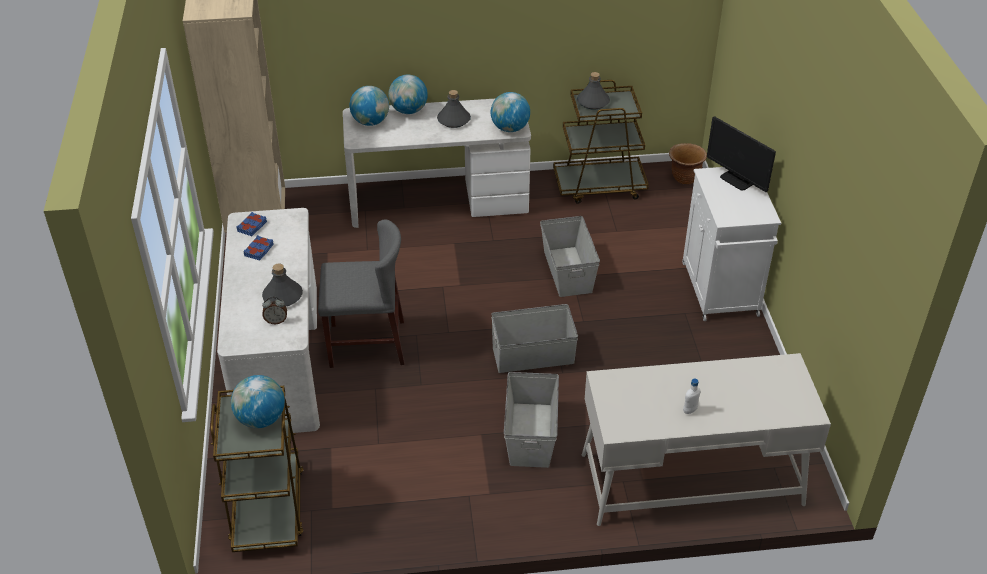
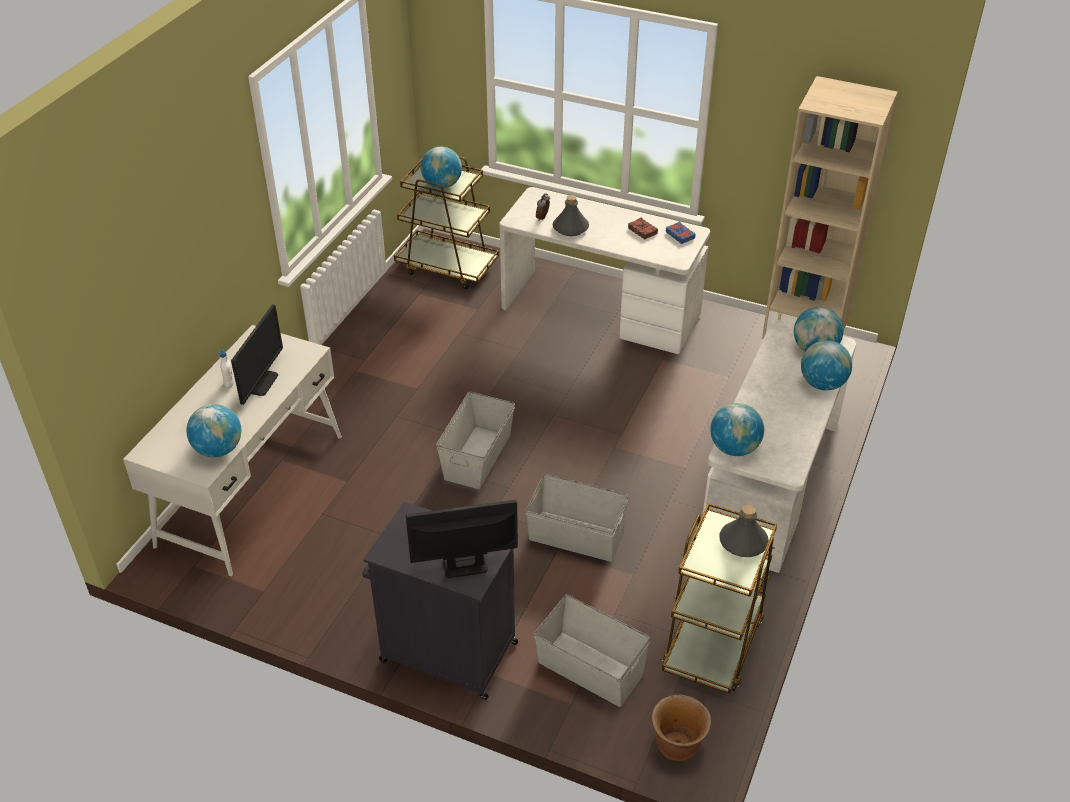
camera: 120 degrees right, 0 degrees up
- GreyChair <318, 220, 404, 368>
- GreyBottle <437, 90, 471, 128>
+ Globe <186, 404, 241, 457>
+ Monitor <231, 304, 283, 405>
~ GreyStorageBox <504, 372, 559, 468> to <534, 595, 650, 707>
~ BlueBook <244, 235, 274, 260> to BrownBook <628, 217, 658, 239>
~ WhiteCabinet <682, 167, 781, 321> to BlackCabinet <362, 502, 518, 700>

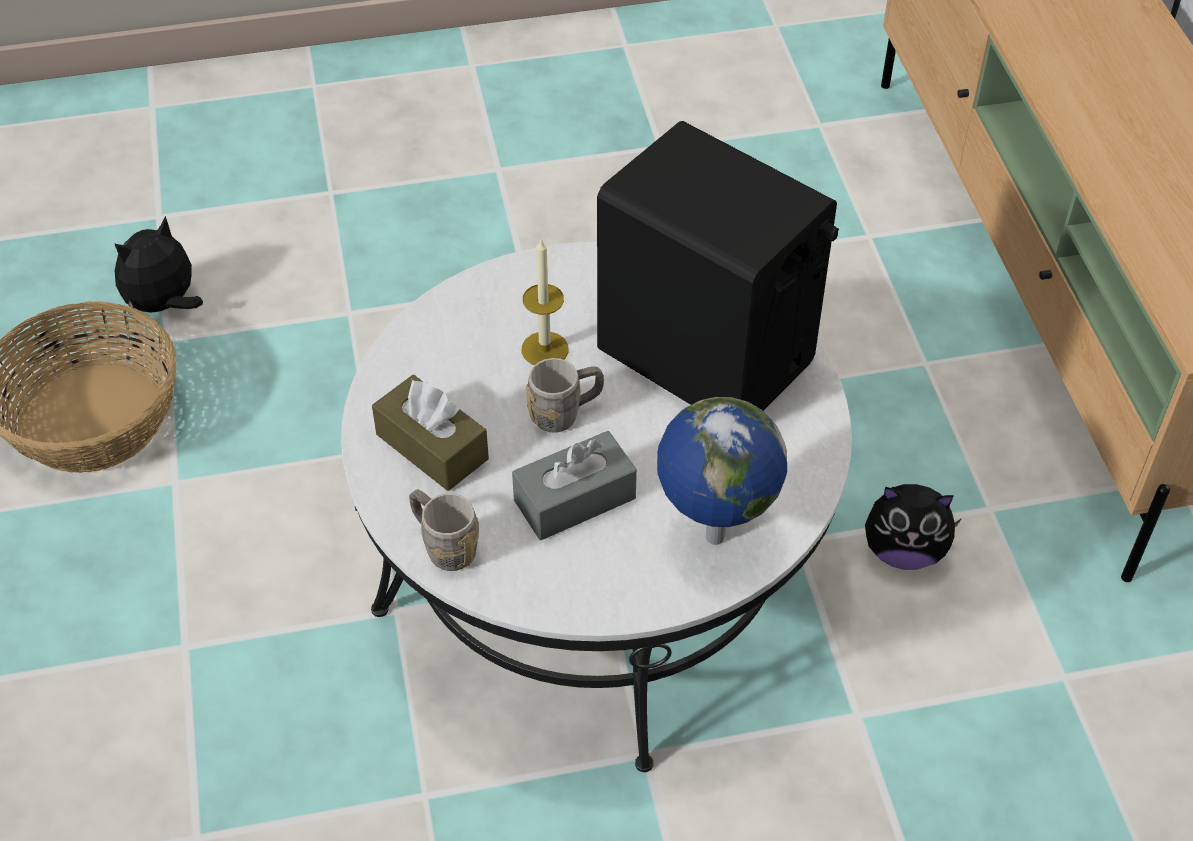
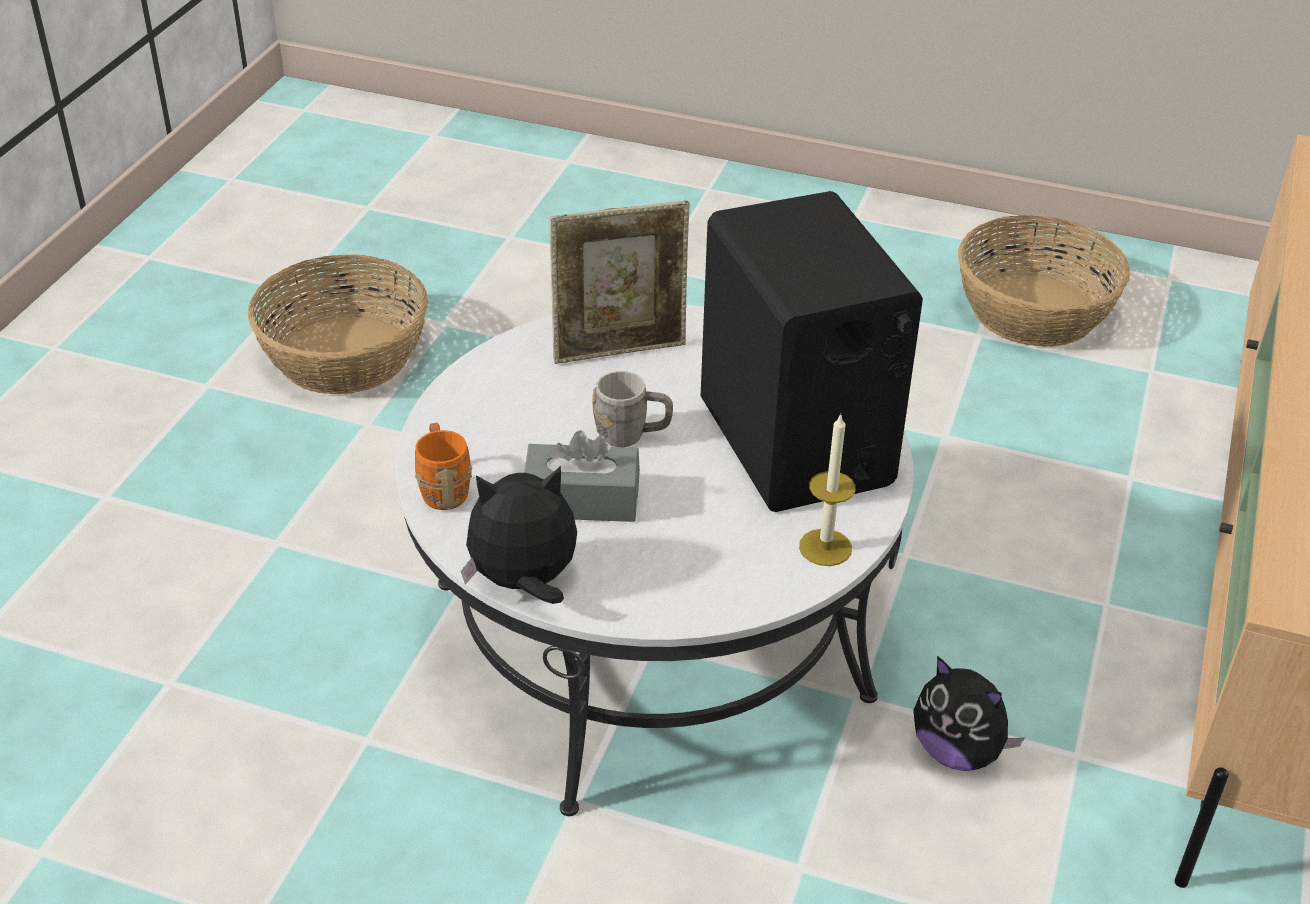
camera: 30 degrees right, 10 degrees down
- BrownTissueBox <372, 375, 489, 491>
- Globe <657, 397, 787, 545>
+ PictureFrame <550, 201, 690, 364>
+ Basket <958, 214, 1130, 347>
~ PlushToy <115, 216, 203, 320> to <461, 466, 577, 604>
~ Candle <522, 238, 568, 365> to <799, 414, 856, 566>
~ GreyMug <409, 490, 479, 571> to OrangeMug <415, 423, 472, 510>

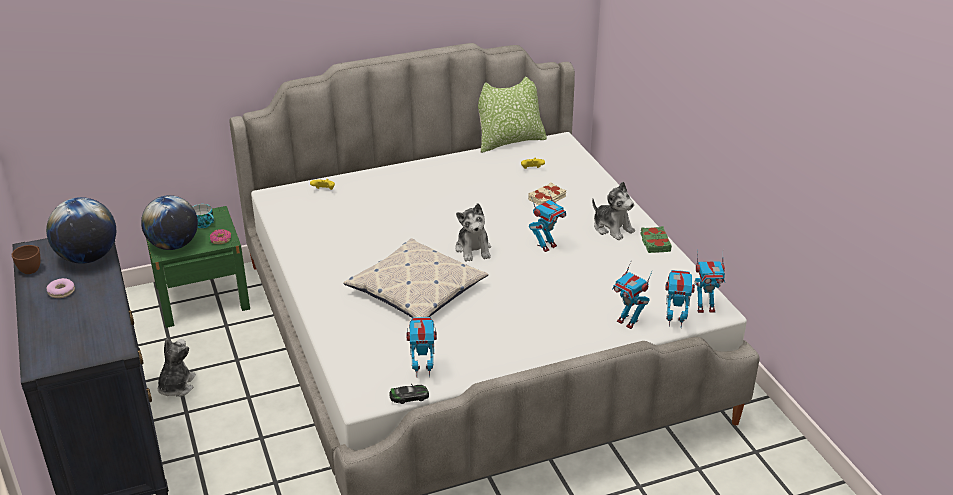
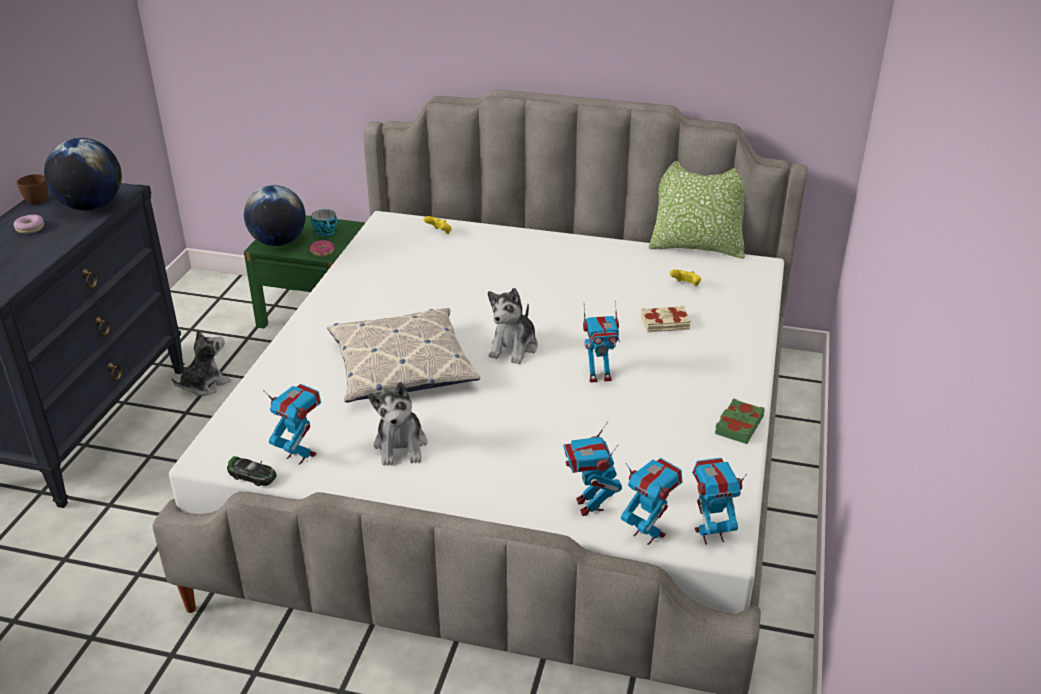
camera: 35 degrees right, 0 degrees up
~ PlushToy <592, 182, 635, 240> to <368, 382, 427, 465>
~ ToyRobot <695, 250, 725, 313> = <692, 458, 747, 545> 135 degrees clockwise

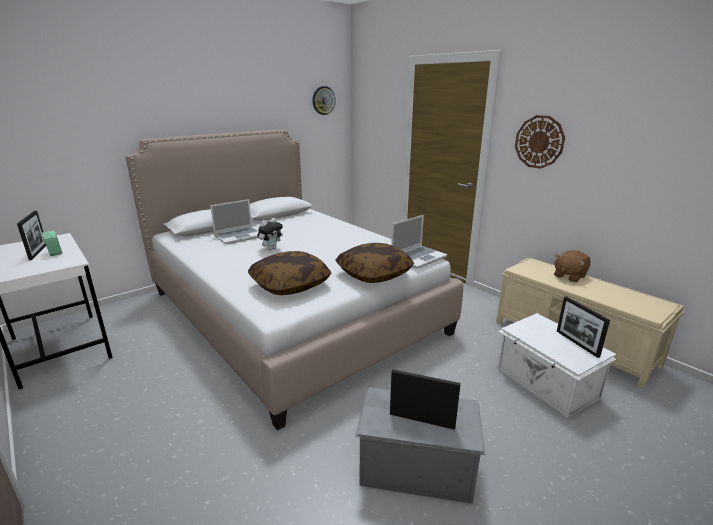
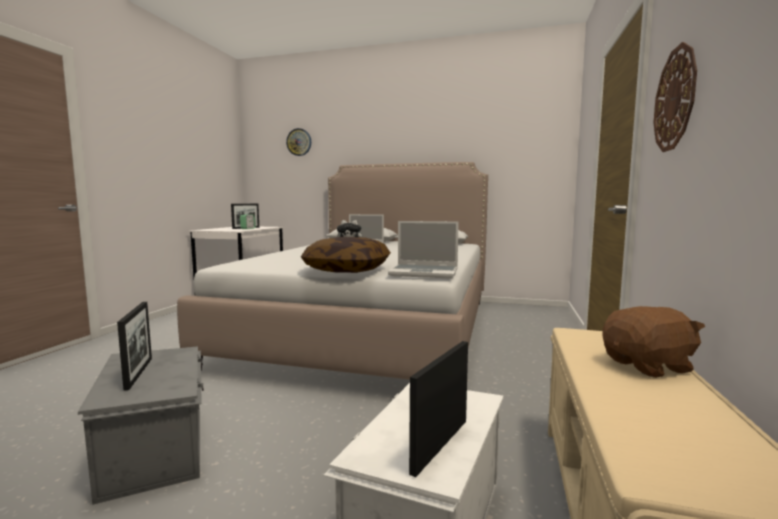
camera: 55 degrees right, 15 degrees down
- Pillow <248, 251, 331, 295>
~ WallClock <312, 86, 336, 115> to <286, 128, 311, 156>
~ BrownPlushToy <554, 250, 590, 282> = <603, 306, 705, 378> 150 degrees clockwise

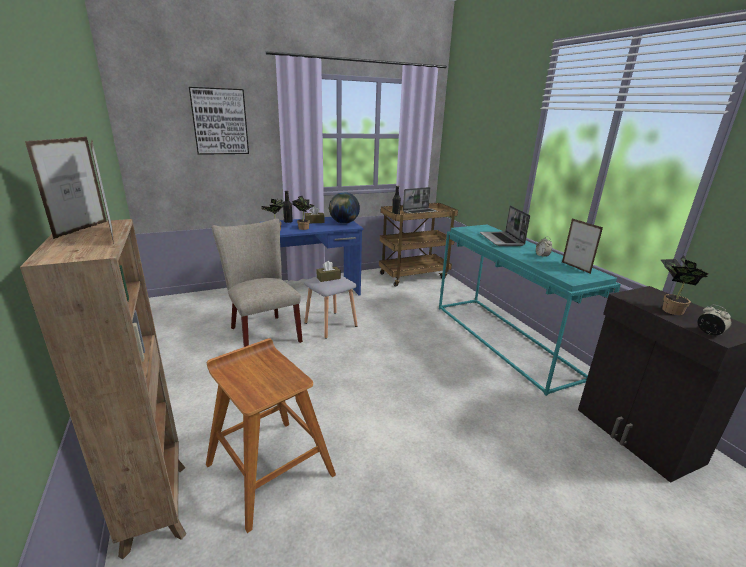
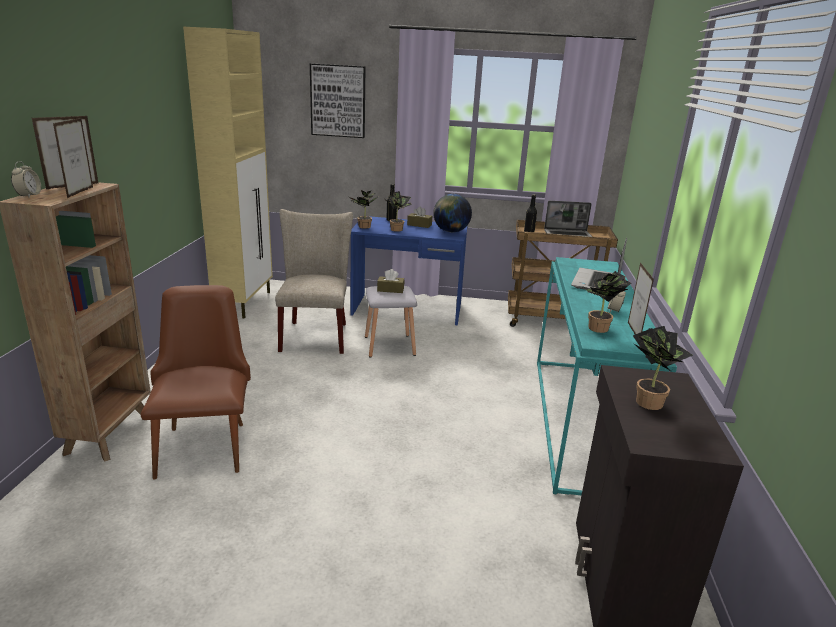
camera: 30 degrees right, 0 degrees up
+ BeigeCabinet <183, 27, 273, 318>
+ PottedPlant <582, 271, 631, 333>
~ AlarmClock <697, 305, 732, 336> to <11, 161, 41, 197>
~ BrownStool <206, 338, 336, 533> to BrownChair <141, 285, 251, 479>

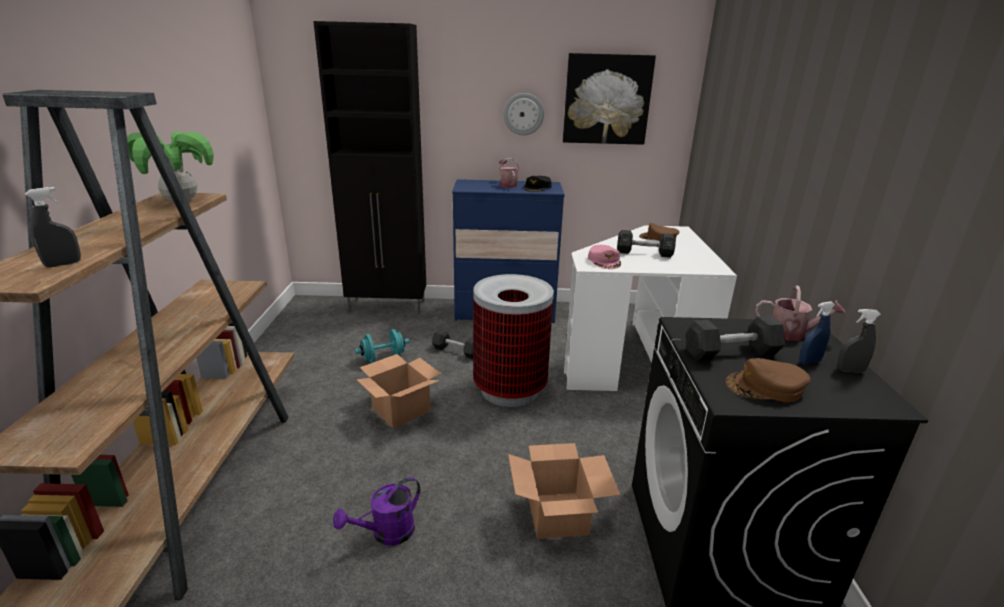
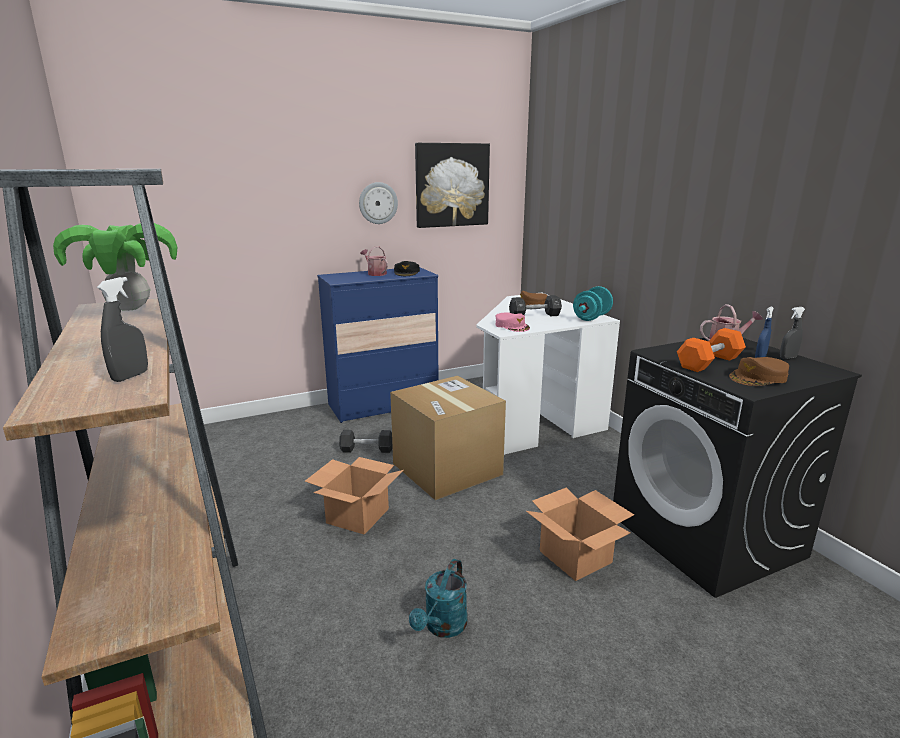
camera: 25 degrees left, 5 degrees down
- BlackCabinet <313, 21, 426, 314>
~ TurquoiseDumbbell <355, 329, 409, 363> to <573, 286, 613, 321>
~ TrashCan <473, 274, 554, 407> to CardboardBox <390, 376, 506, 500>
~ PurpleWateringCan <333, 477, 420, 546> to TurquoiseWateringCan <409, 559, 468, 638>
~ BlackDumbbell <685, 315, 785, 361> to OrangeDumbbell <677, 328, 746, 372>

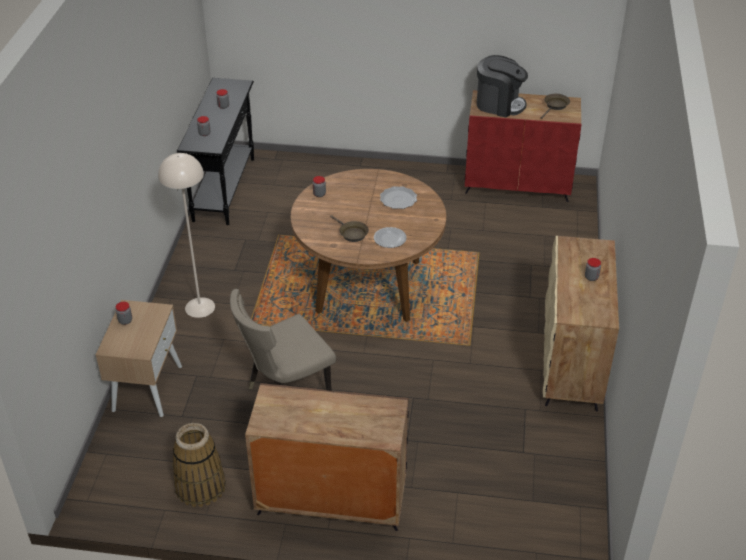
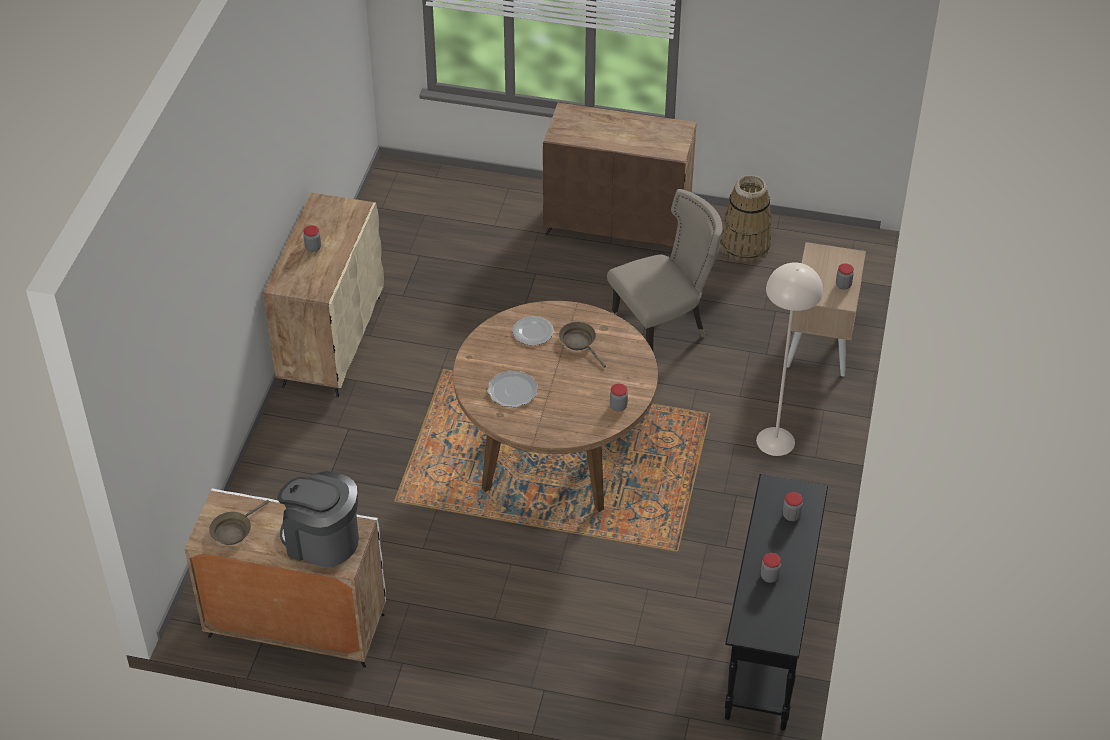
camera: 175 degrees left, 5 degrees up
~ RedCabinet <465, 90, 581, 202> to WhiteCabinet <184, 488, 386, 668>

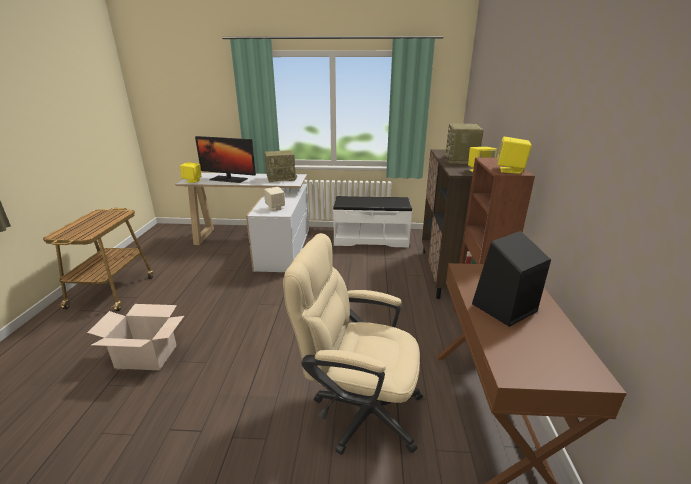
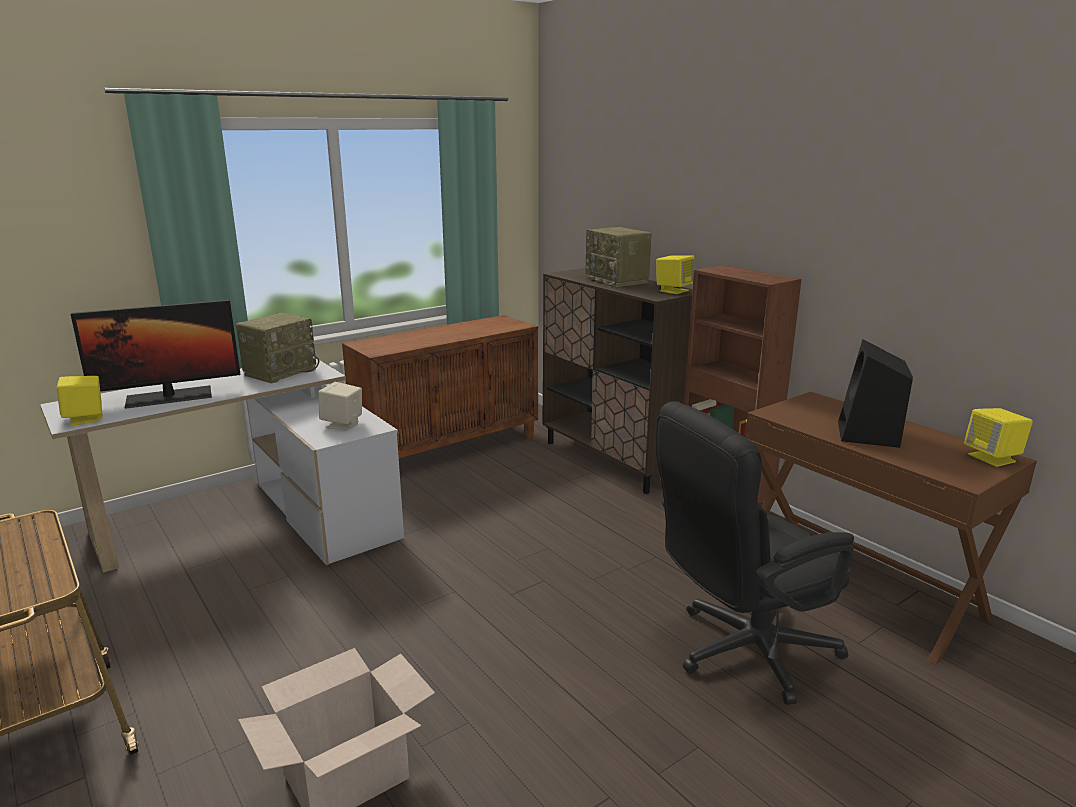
camera: 40 degrees left, 5 degrees down
~ YellowSpeaker <497, 137, 532, 174> to <964, 408, 1033, 467>
~ WhiteBench <333, 196, 412, 248> to BrownCabinet <342, 315, 538, 458>
~ BeigeOfficeChair <283, 233, 423, 455> to BlackOfficeChair <656, 401, 854, 705>

